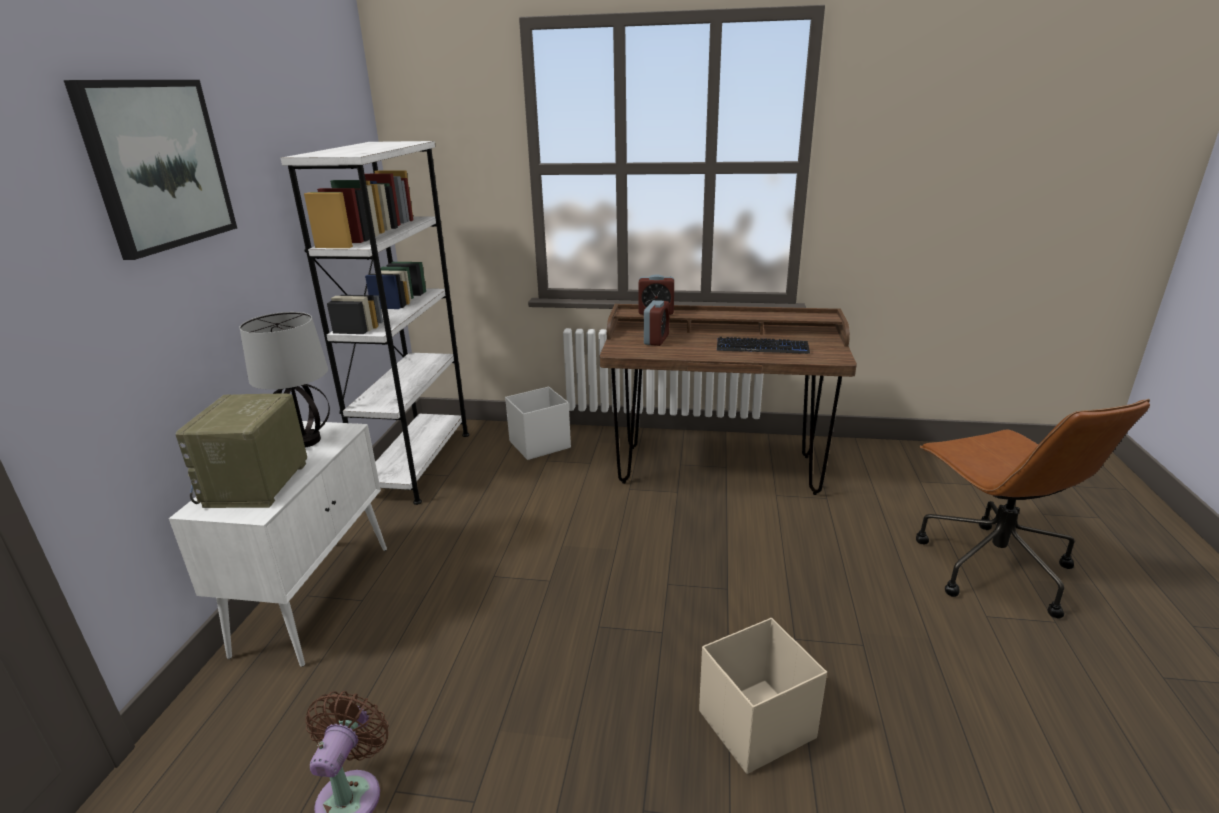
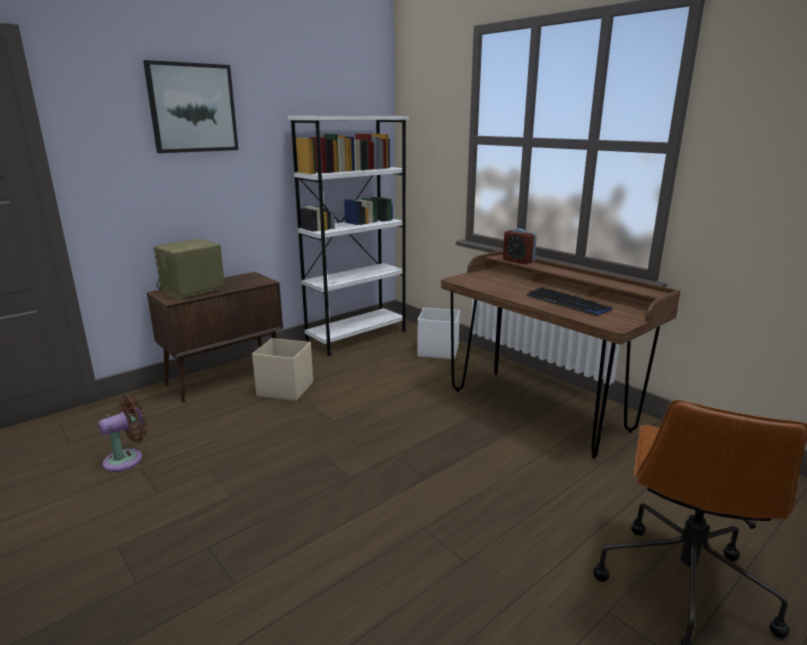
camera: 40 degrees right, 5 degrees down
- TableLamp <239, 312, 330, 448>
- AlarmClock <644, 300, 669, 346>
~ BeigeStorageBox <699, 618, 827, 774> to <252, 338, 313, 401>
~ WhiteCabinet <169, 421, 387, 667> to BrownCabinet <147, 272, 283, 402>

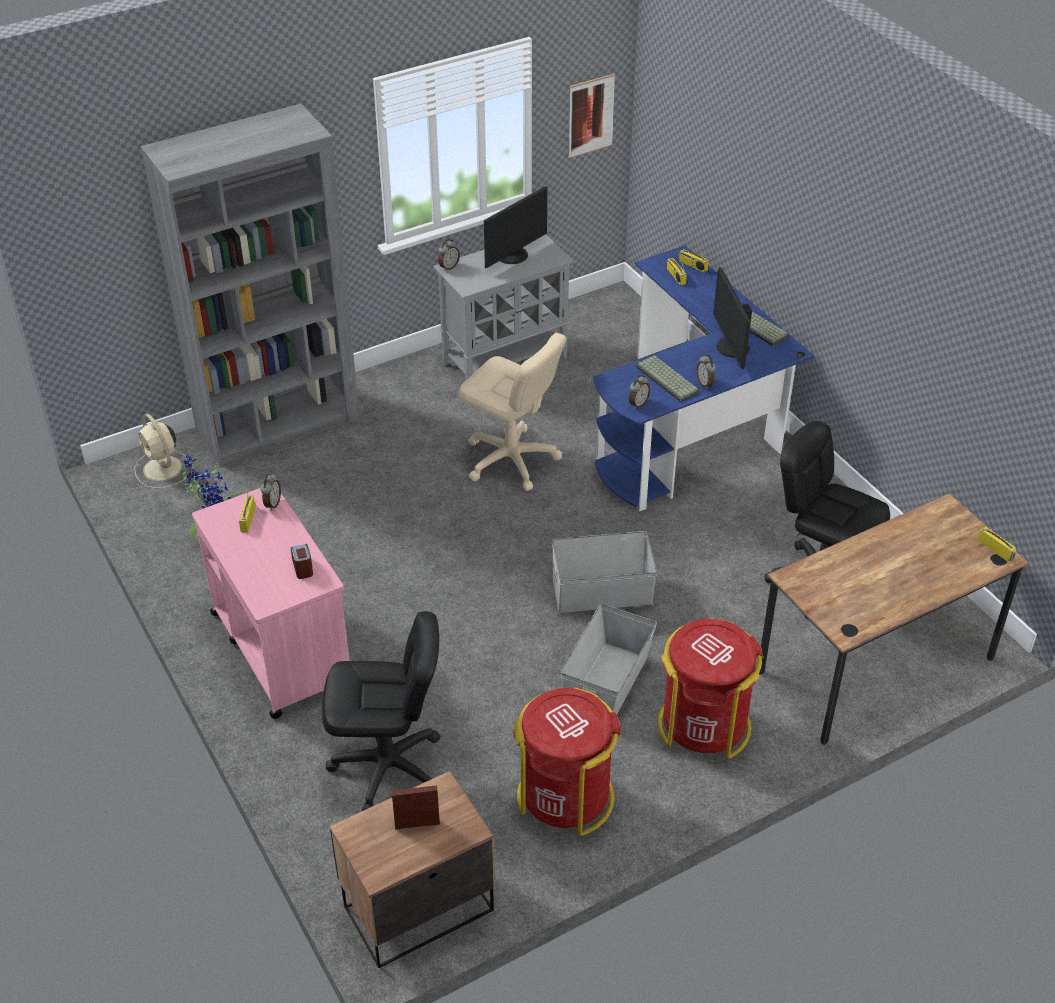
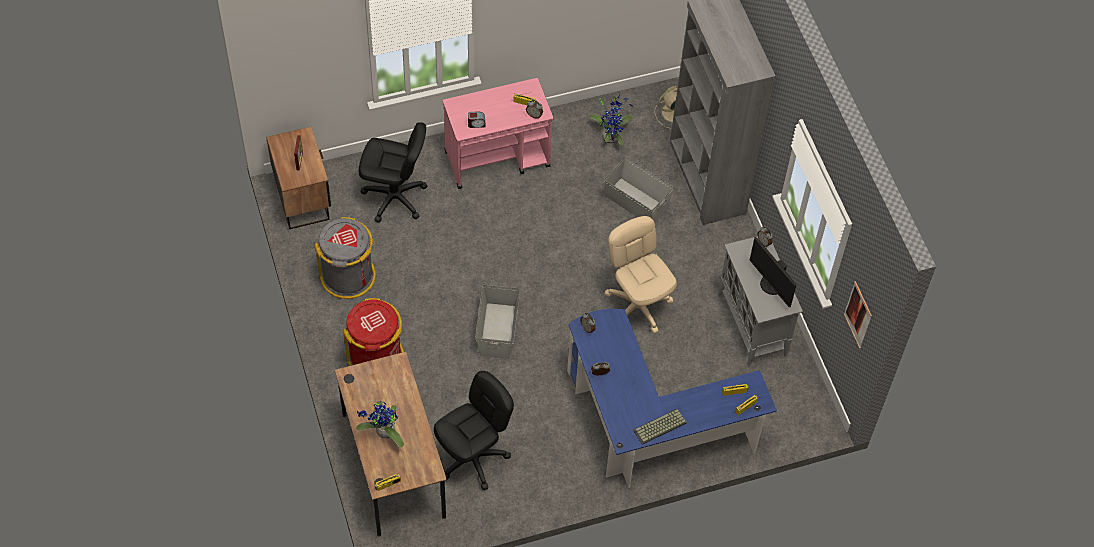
camera: 100 degrees right, 15 degrees up
- Keyboard <636, 355, 700, 402>
- Monitor <713, 267, 752, 369>
+ PottedPlant <356, 400, 404, 447>
~ GreyStorageBox <560, 603, 657, 714> to <604, 157, 673, 223>
~ RedTrashCan <513, 688, 621, 836> to GreyTrashCan <314, 217, 376, 299>
~ BlackOfficeChair <322, 611, 441, 811> = <359, 122, 428, 223> 90 degrees counterclockwise
~ BeigeOfficeChair <458, 333, 567, 491> = <604, 216, 677, 334> 105 degrees clockwise

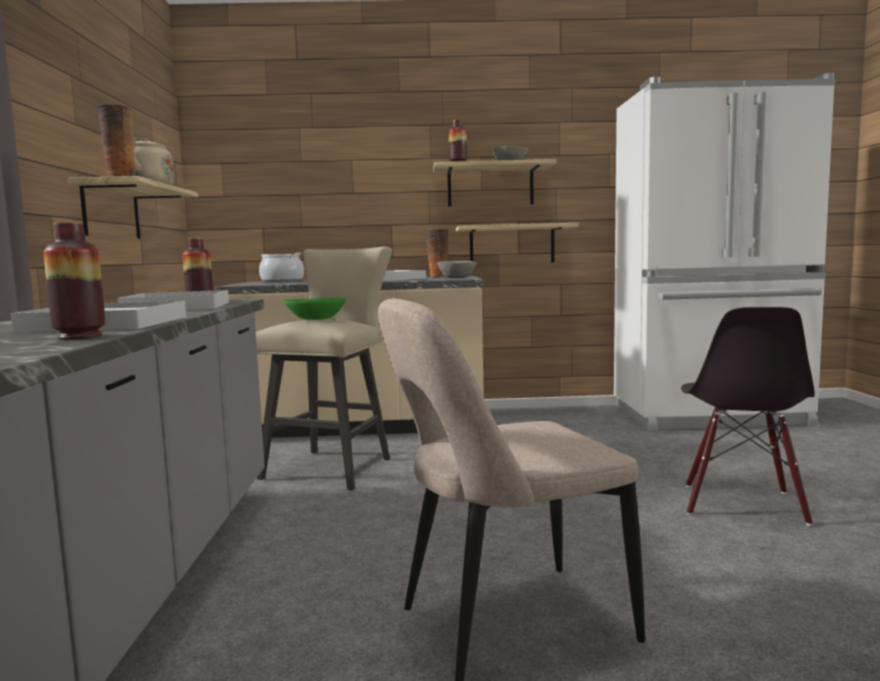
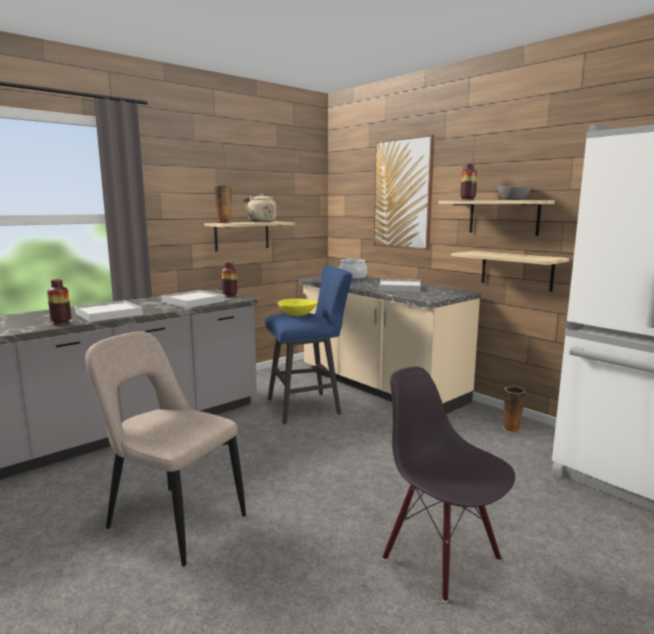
camera: 50 degrees right, 5 degrees up
- GreyBowl <437, 261, 477, 278>
+ Picture <374, 134, 435, 250>
~ Vase <427, 229, 448, 277> to <503, 386, 525, 432>
~ BeigeStool <256, 247, 392, 490> to BlueStool <265, 265, 352, 424>
~ GreenBowl <284, 297, 346, 320> to YellowBowl <278, 299, 318, 316>
~ BlackChair <681, 307, 815, 526> = <382, 367, 515, 602> 75 degrees clockwise

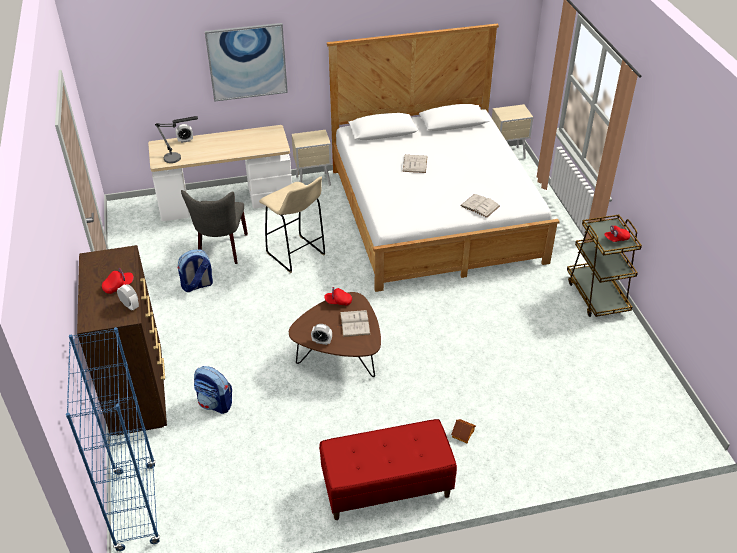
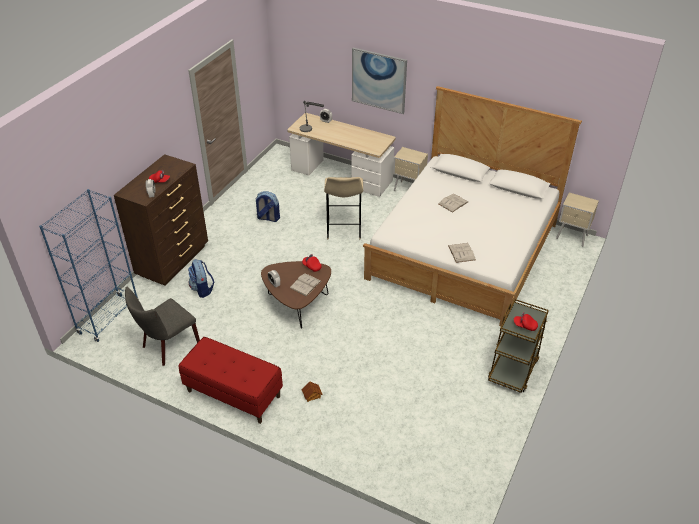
camera: 40 degrees right, 0 degrees up
~ GreyChair <181, 190, 248, 264> to <125, 287, 200, 366>

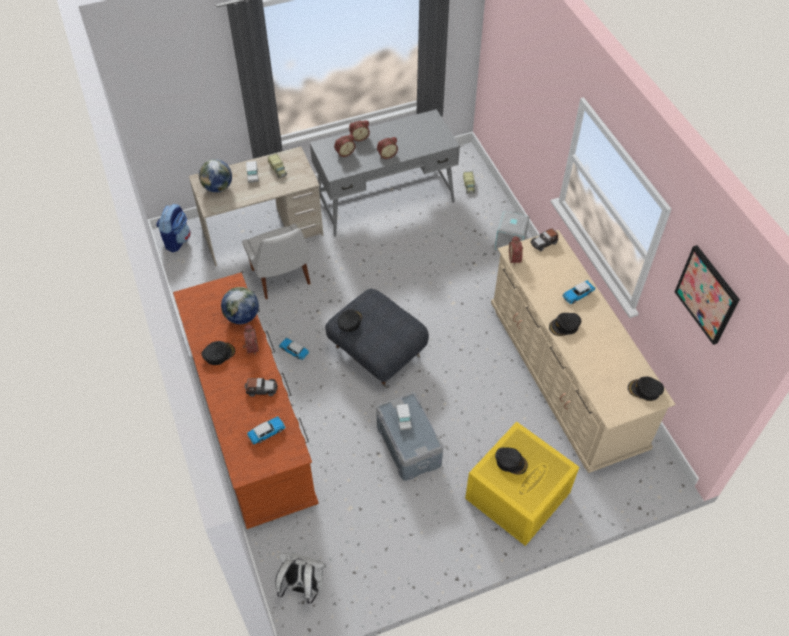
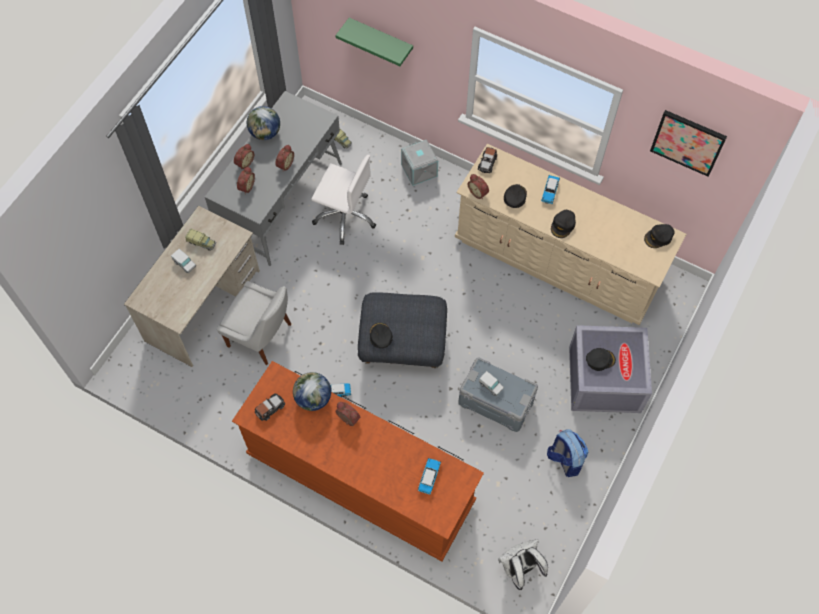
camera: 40 degrees left, 10 degrees up
+ WhiteOfficeChair <311, 155, 376, 245>
+ GreenShelf <335, 18, 413, 66>
~ Backpack <156, 203, 191, 252> to <547, 429, 589, 477>
~ Globe <199, 159, 232, 193> to <247, 106, 280, 140>
~ BlackCap <201, 341, 235, 365> to <504, 184, 527, 208>
~ ToyCar <245, 377, 277, 397> to <255, 393, 285, 421>
~ YellowStorageBox <465, 421, 579, 546> to GreyStorageBox <569, 325, 652, 413>

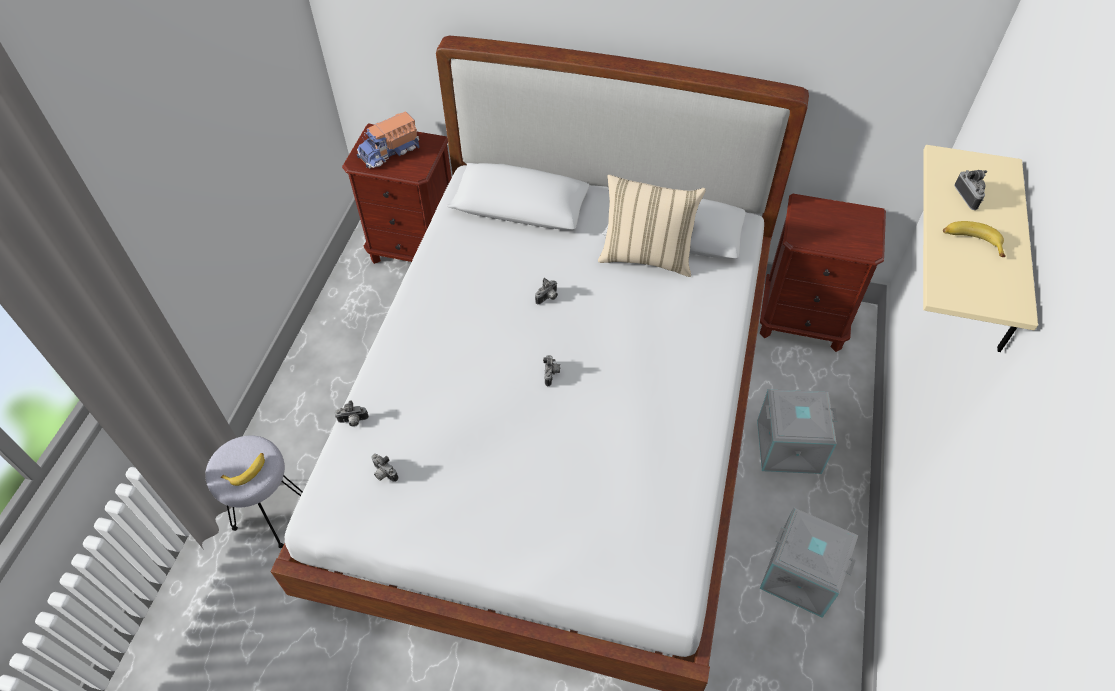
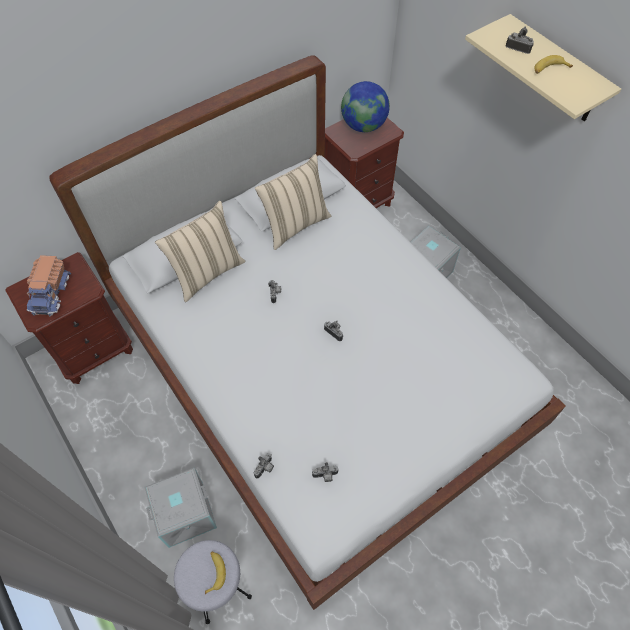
camera: 50 degrees left, 5 degrees up
+ BeigePillow <155, 201, 246, 302>
+ Globe <341, 81, 390, 132>
~ GreyStorageBox <760, 507, 858, 618> to <144, 468, 217, 548>

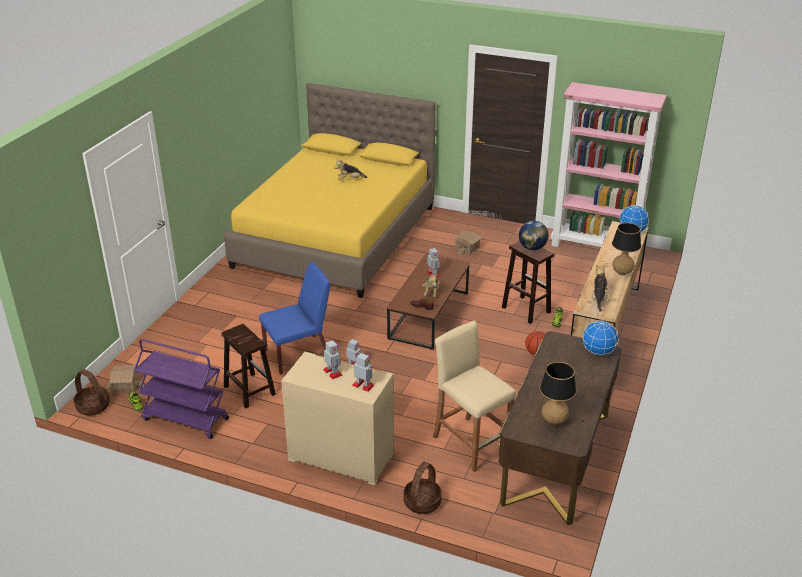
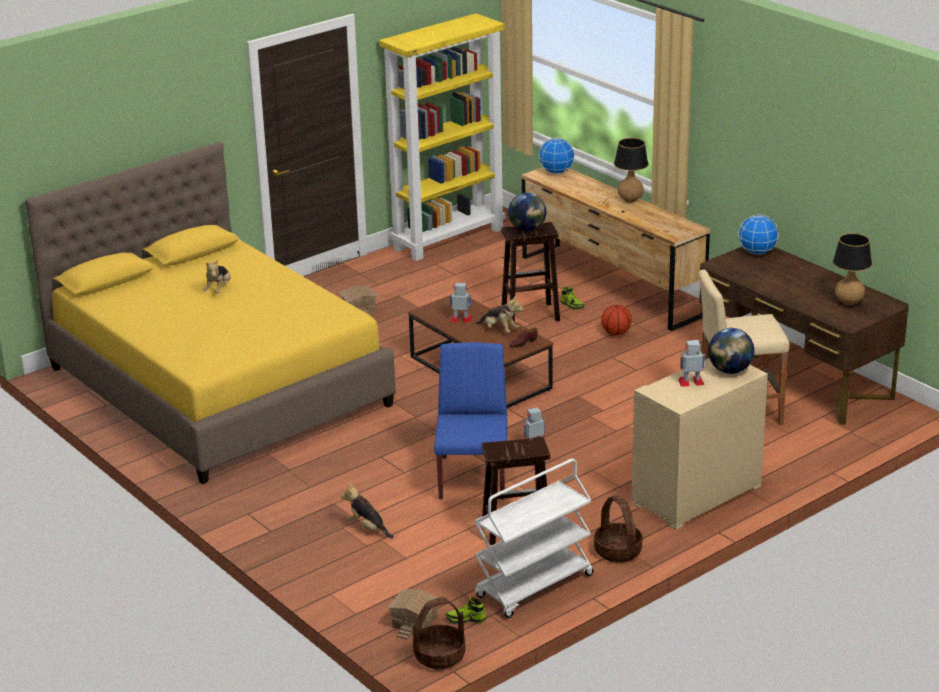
camera: 60 degrees left, 5 degrees down
~ Basket <403, 462, 442, 514> to <594, 495, 642, 563>
~ PlushToy <592, 264, 610, 312> to <341, 483, 394, 539>
~ ToyRobot <352, 353, 375, 392> to Globe <708, 328, 754, 374>
~ PurpleCart <134, 339, 229, 439> to WhiteCart <474, 458, 594, 618>
~ PinkBookcase <551, 82, 667, 247> to YellowBookcase <379, 13, 505, 261>

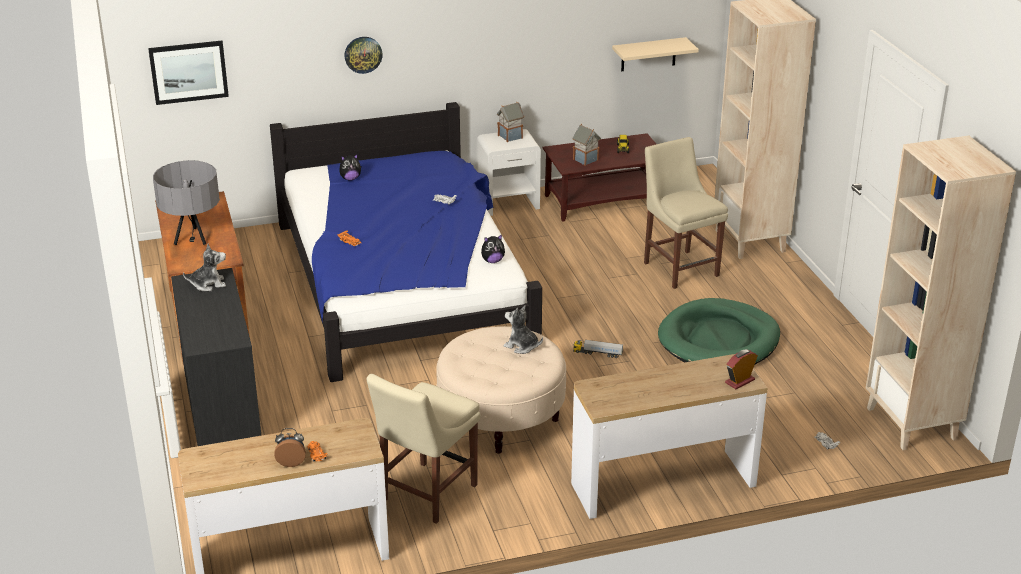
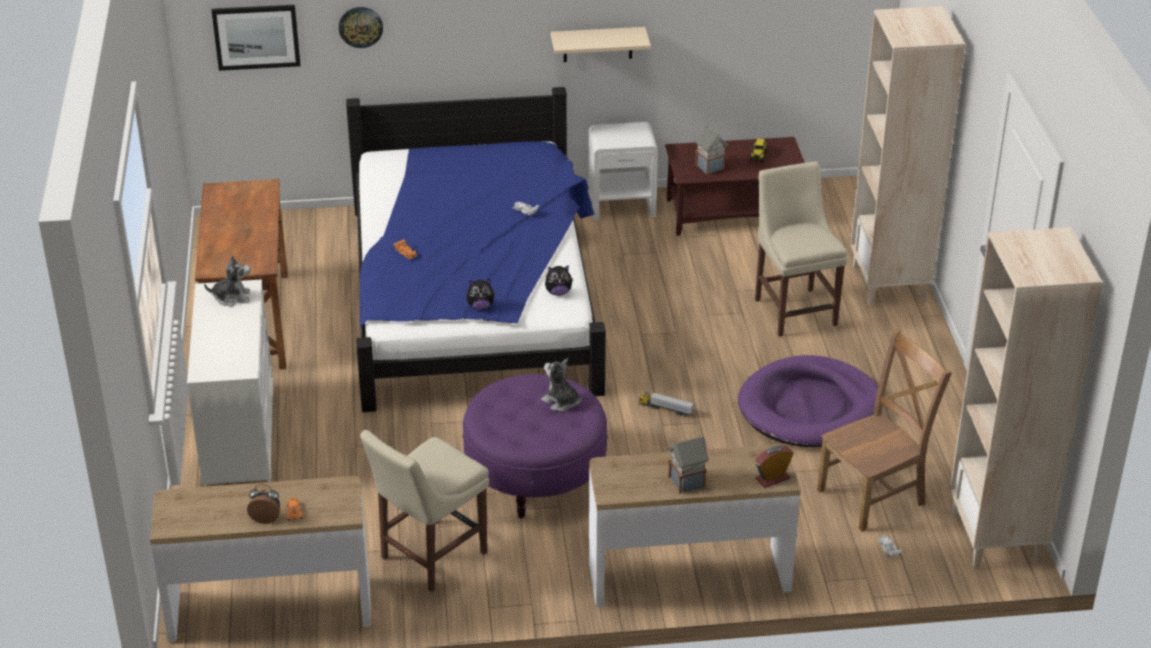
camera: 10 degrees right, 5 degrees up
- GreyTableLamp <153, 160, 220, 245>
+ BrownChair <817, 329, 952, 532>
~ PlushToy <339, 154, 361, 181> to <467, 279, 496, 310>
~ WallClock <344, 37, 383, 74> to <339, 7, 383, 48>
~ ToyHouse <497, 102, 524, 142> to <668, 435, 709, 494>
~ BeigeShelf <612, 37, 699, 71> to <551, 27, 651, 62>
~ BlackDresser <171, 268, 261, 446> to WhiteDresser <187, 279, 273, 487>
~ BeigeOttoman <436, 326, 566, 454> to PurpleOttoman <463, 374, 608, 518>
~ GreenDogBed <658, 298, 780, 365> to PurpleDogBed <738, 355, 878, 447>

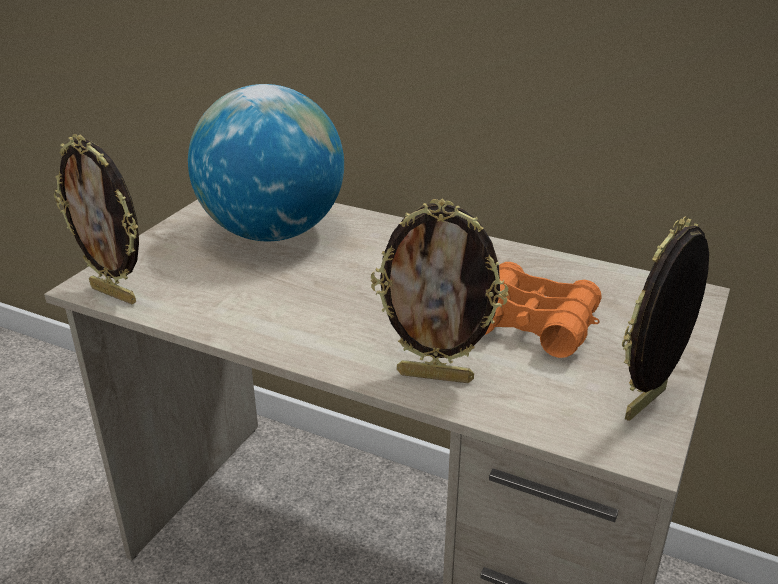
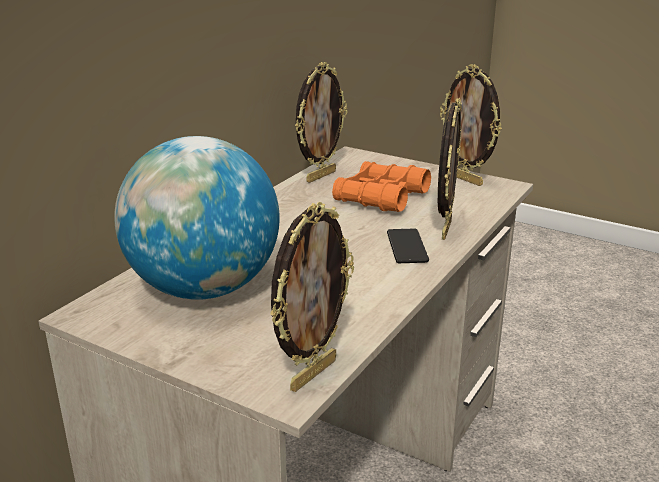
camera: 85 degrees left, 5 degrees down
+ PictureFrame <295, 62, 347, 183>
+ Phone <387, 229, 429, 263>

